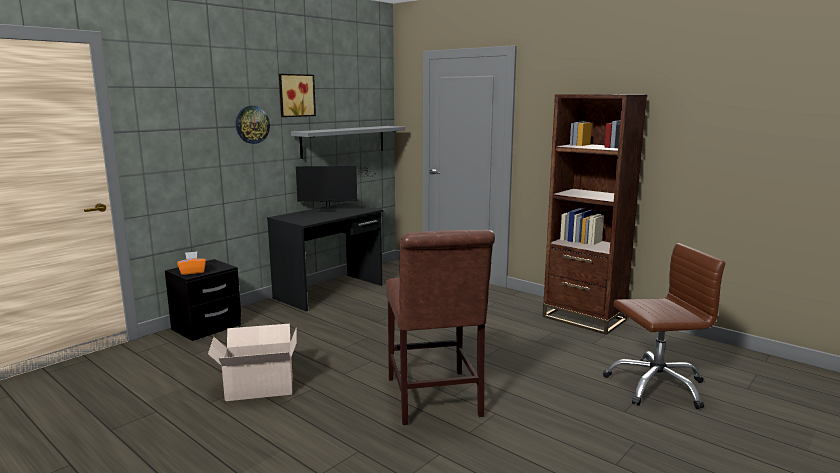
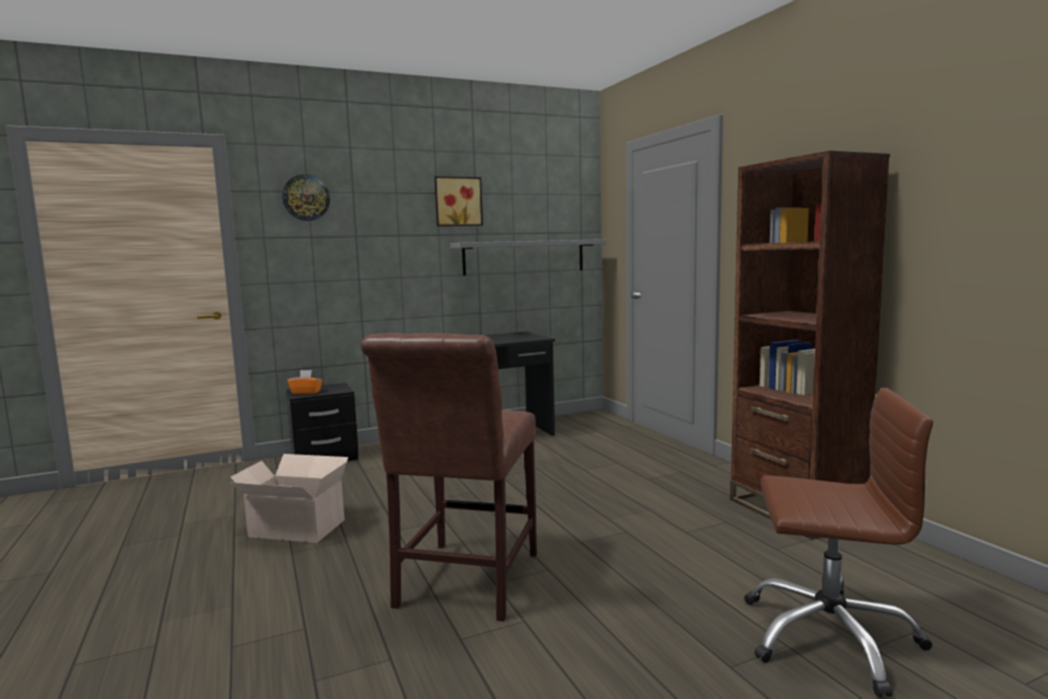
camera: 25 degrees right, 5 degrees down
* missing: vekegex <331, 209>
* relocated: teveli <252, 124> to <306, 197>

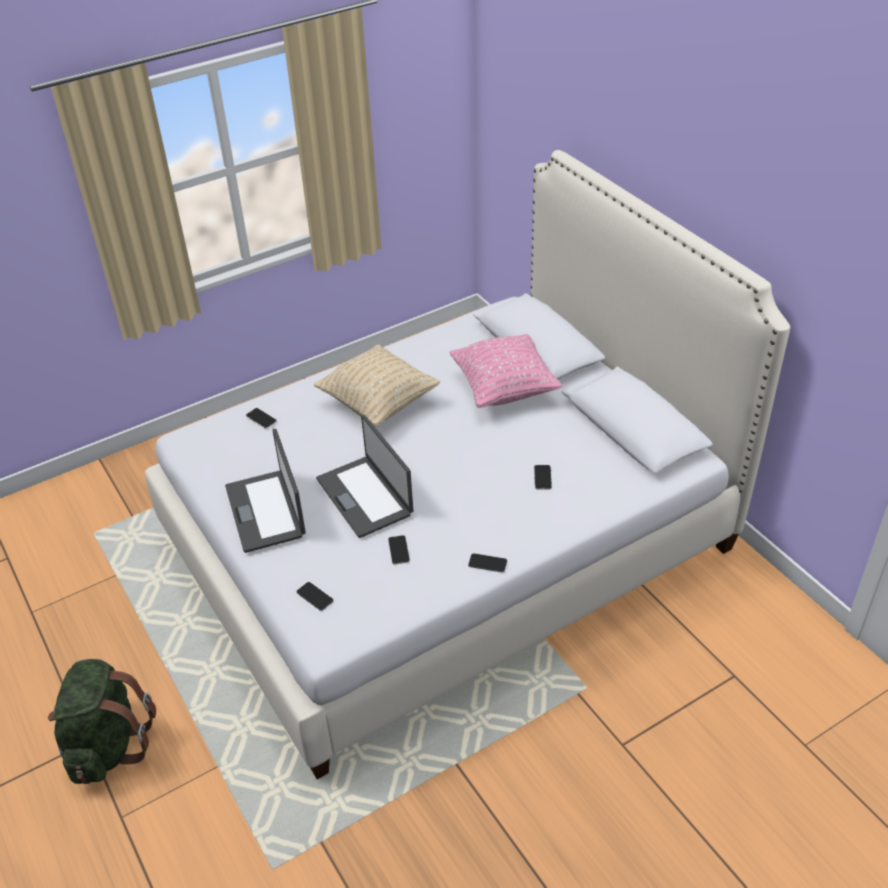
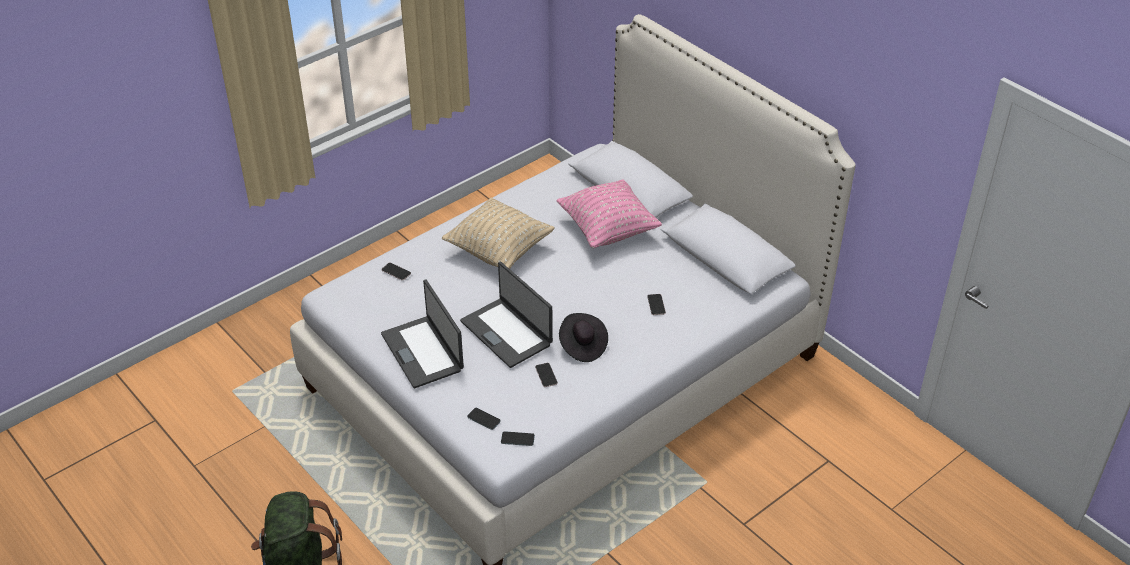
camera: 10 degrees left, 0 degrees up
* appeared: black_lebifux <582, 346>
* relocated: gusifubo <487, 563> to <517, 439>

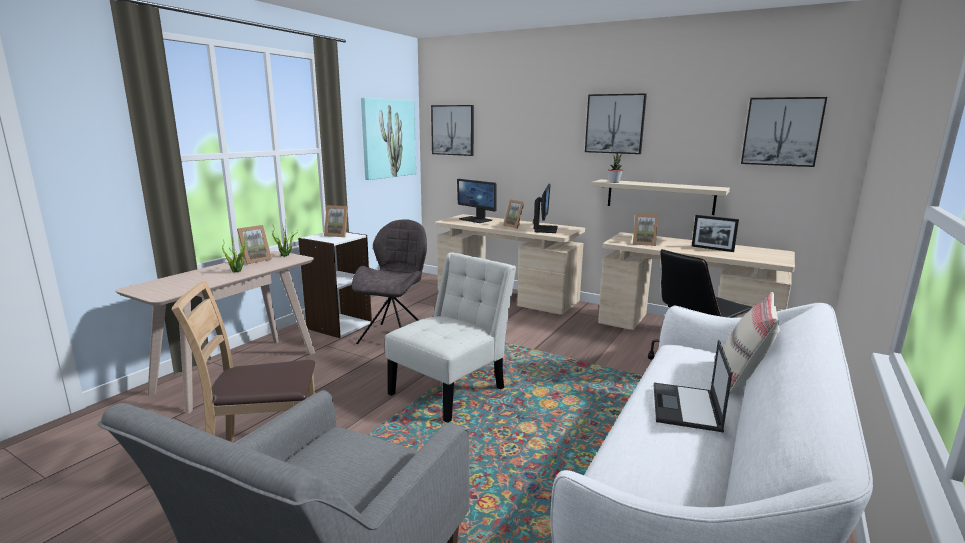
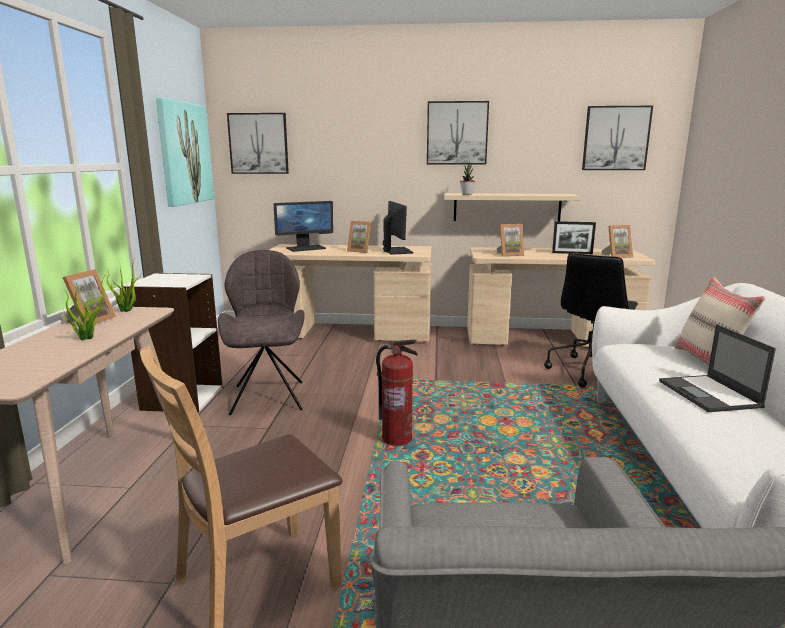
camera: 25 degrees left, 0 degrees up
* relocated: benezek <338, 235> to <616, 256>
* exchanged: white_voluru <451, 388> to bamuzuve <397, 439>
* spun: vekegex <476, 220> = <306, 248> 45 degrees counterclockwise

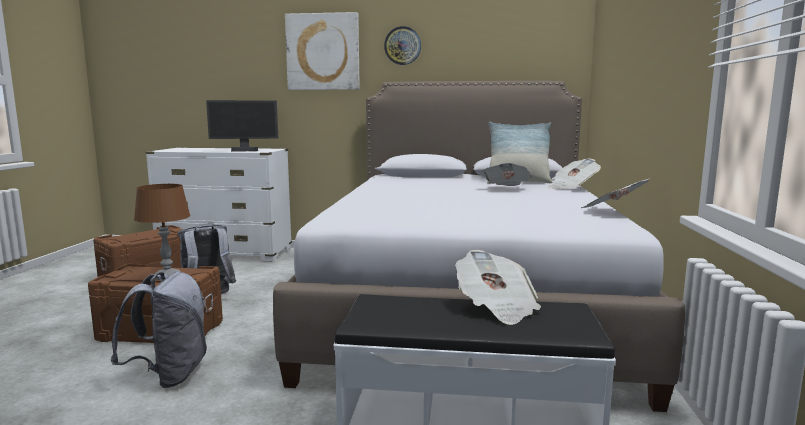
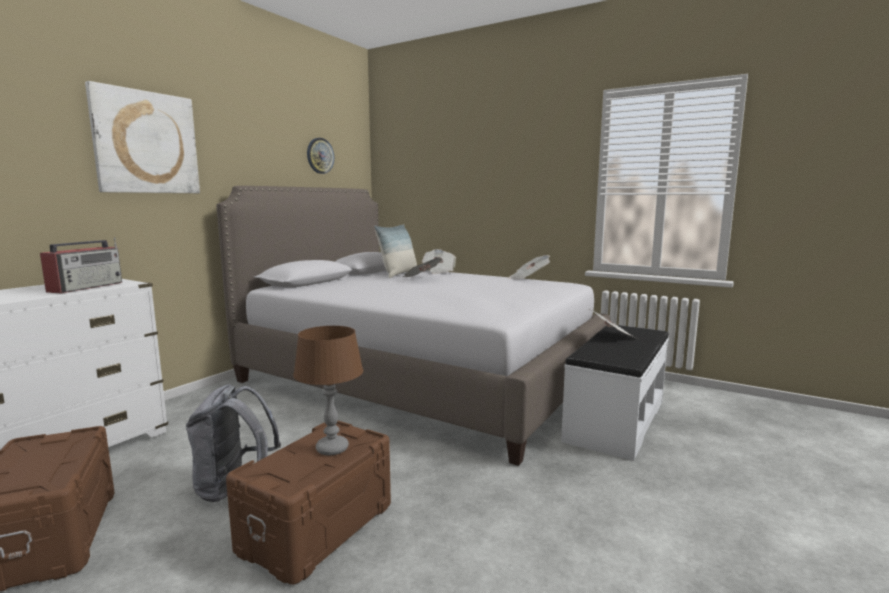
camera: 65 degrees left, 0 degrees up
* missing: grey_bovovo <170, 375>
* relocated: teveli <402, 45> to <320, 155>
* exchanged: vekegex <245, 151> to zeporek <87, 287>

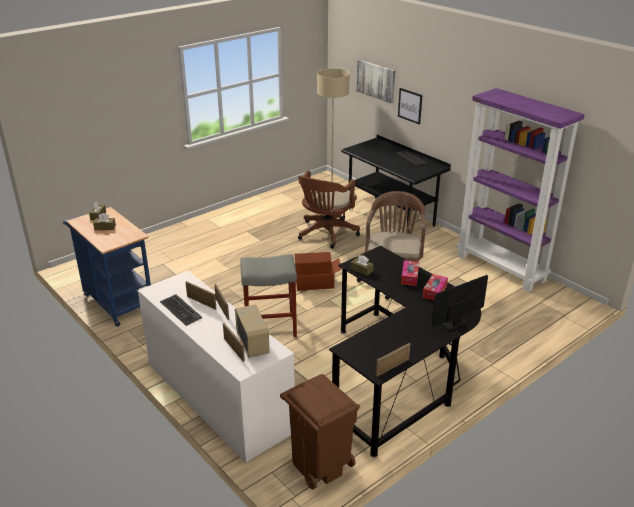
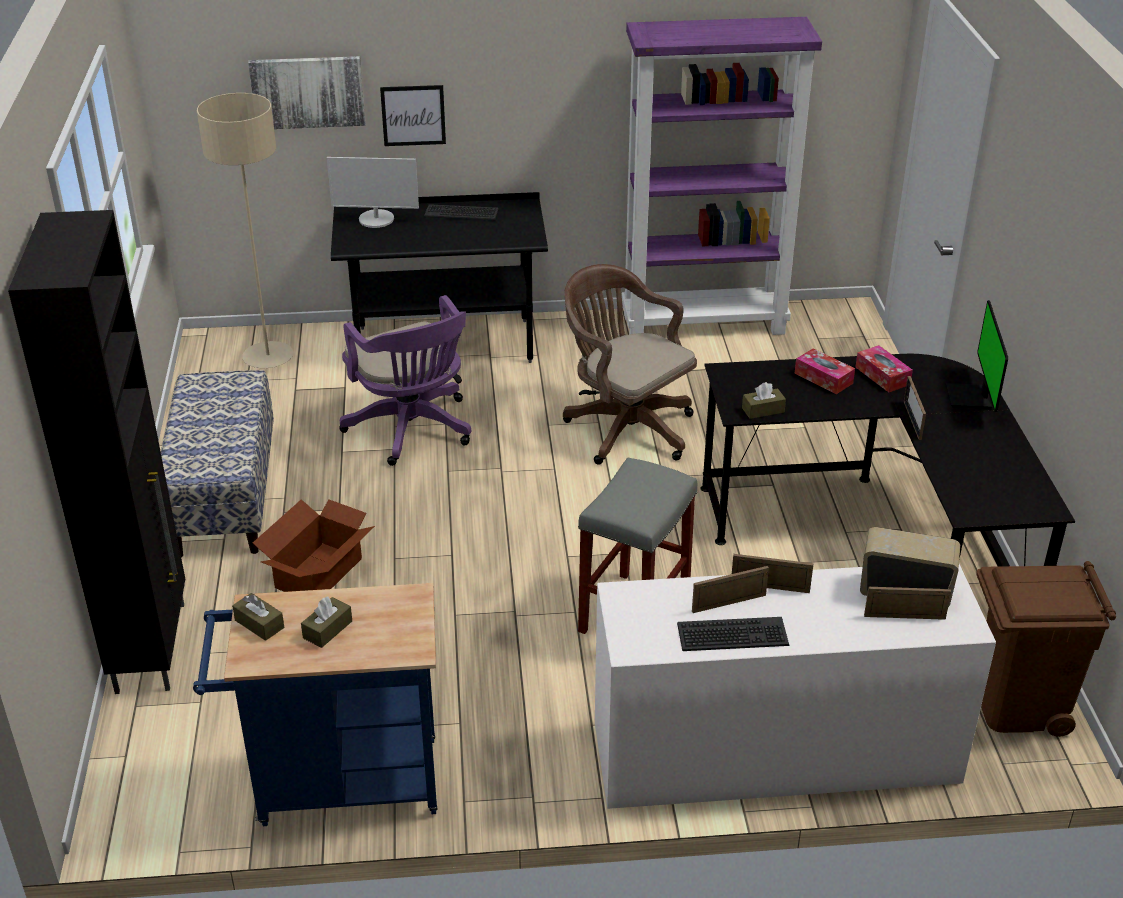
camera: 55 degrees left, 5 degrees up
* appeared: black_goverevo <152, 646>
* appeared: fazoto <224, 497>
* appeared: vekegex <376, 219>
* relocated: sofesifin <314, 283> to <317, 573>
* relocated: benezek <392, 367> to <912, 420>
* colour: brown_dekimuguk <326, 234> to purple_dekimuguk <412, 430>

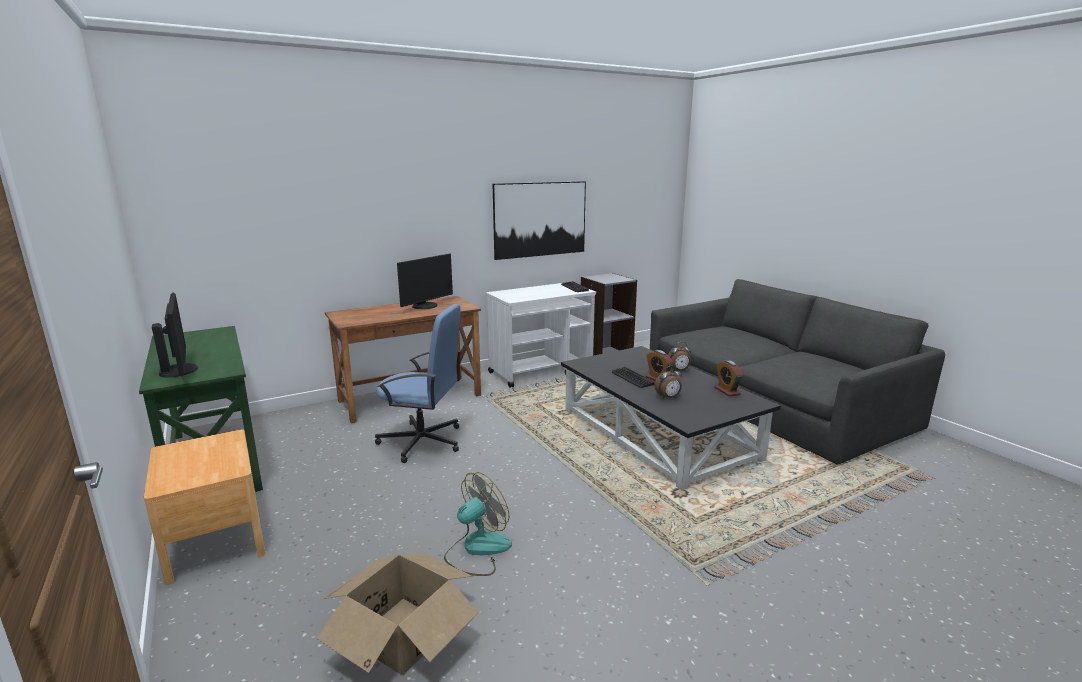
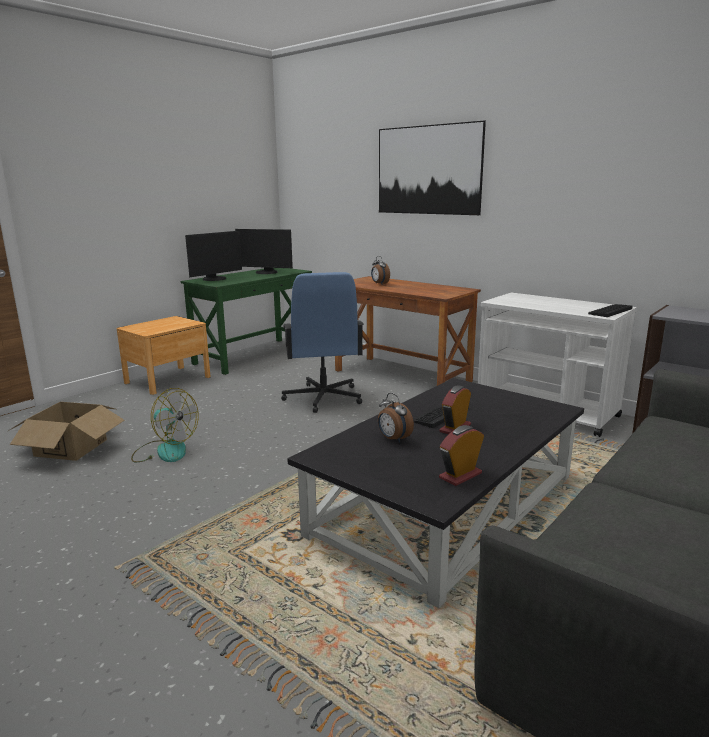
camera: 70 degrees right, 0 degrees up
* relocated: vekegex <426, 306> to <266, 272>
* relocated: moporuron <540, 219> to <428, 170>
* relocated: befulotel <678, 370> to <379, 284>

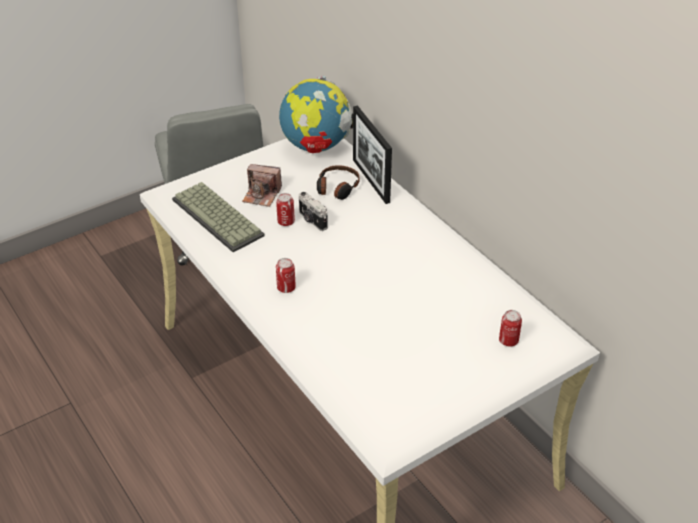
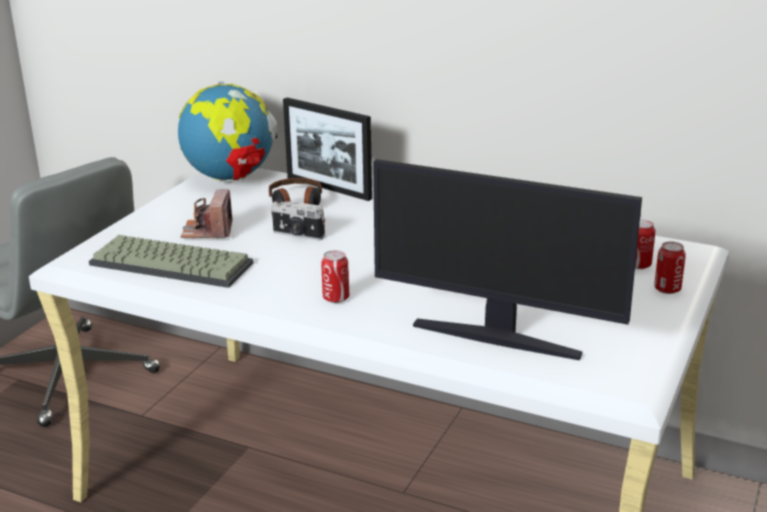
camera: 30 degrees left, 15 degrees down
* appeared: vekegex <497, 337>
* relocated: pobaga <286, 222> to <667, 289>
* spun: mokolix <262, 195> = <208, 231> 105 degrees clockwise

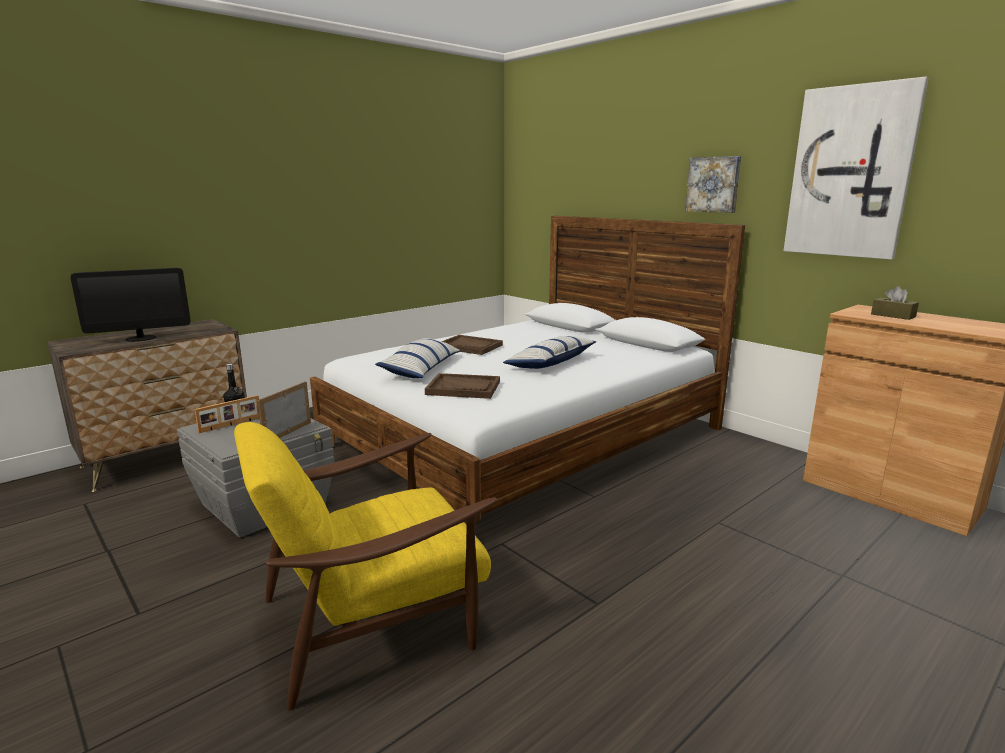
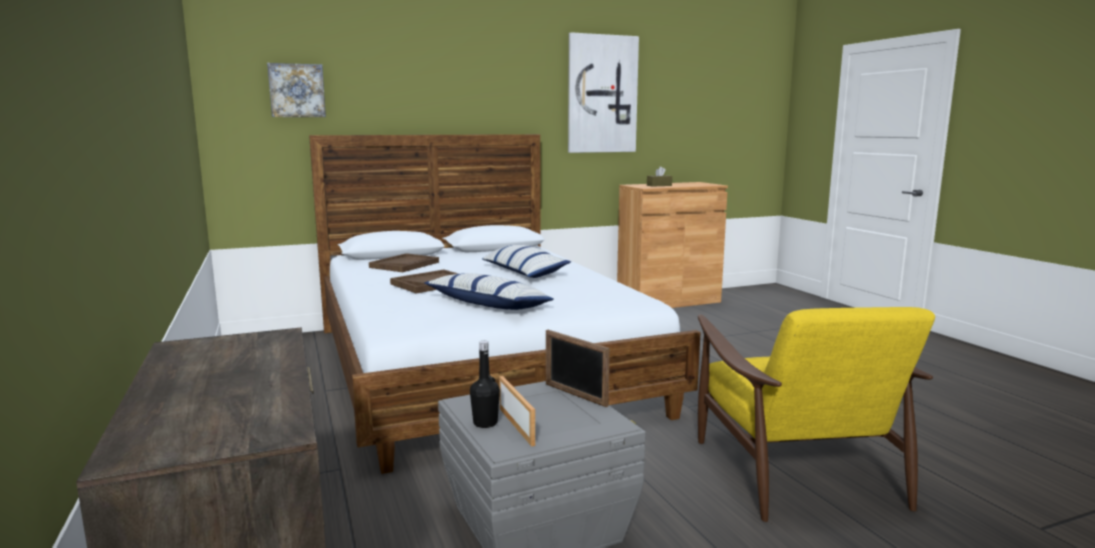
camera: 70 degrees left, 5 degrees down
* missing: vekegex <140, 338>
* relocated: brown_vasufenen <463, 388> to <404, 265>
* relocated: moporuron <713, 184> to <297, 90>

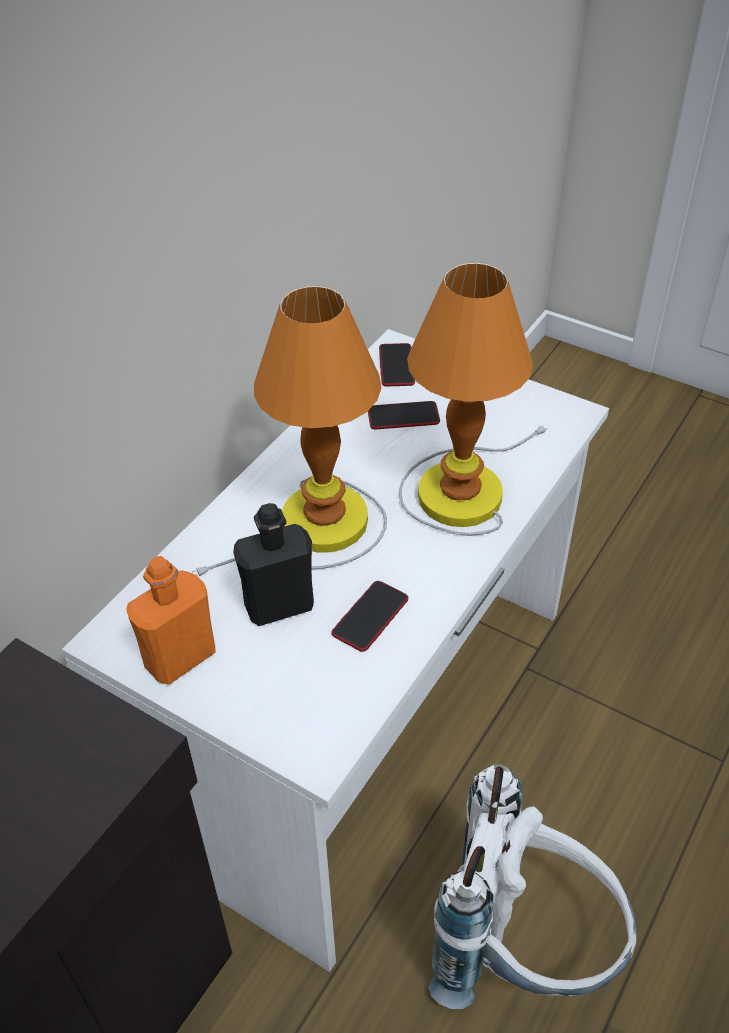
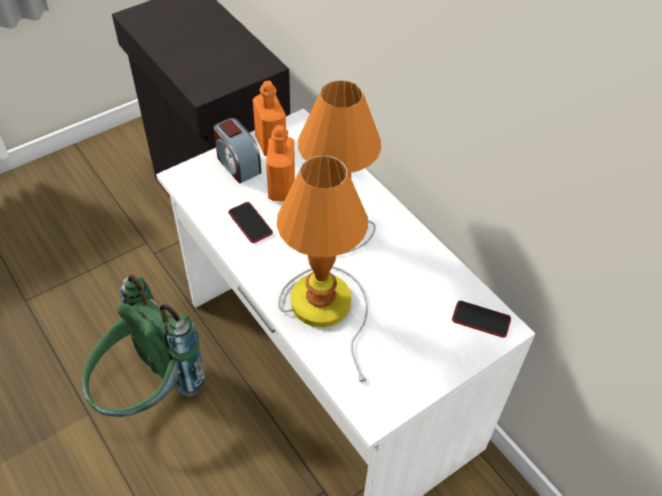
camera: 110 degrees right, 5 degrees up
* missing: gusifubo <403, 416>
* appeared: befulotel <237, 164>
* colour: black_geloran <279, 606> to orange_geloran <281, 189>
* colour: white_bovovo <523, 948> to green_bovovo <148, 393>

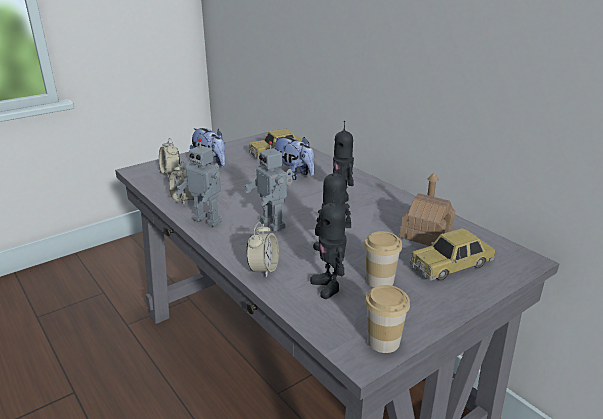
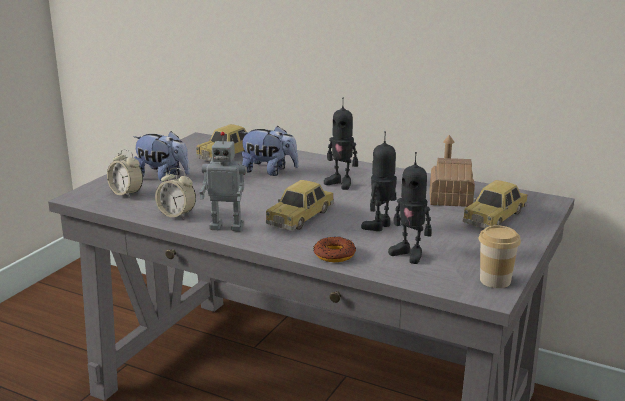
camera: 25 degrees left, 5 degrees down
* missing: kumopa <380, 280>
* exchanged: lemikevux <274, 223> to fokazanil <300, 217>
* exchanged: befulotel <263, 269> to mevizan <334, 254>

